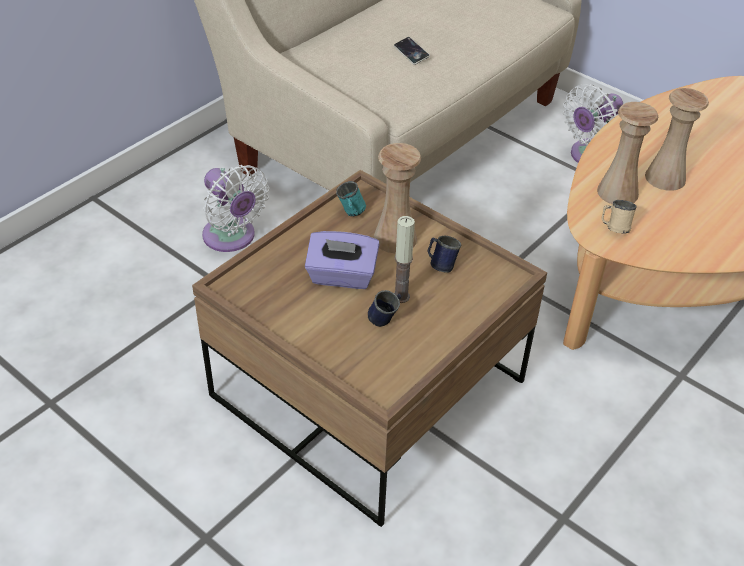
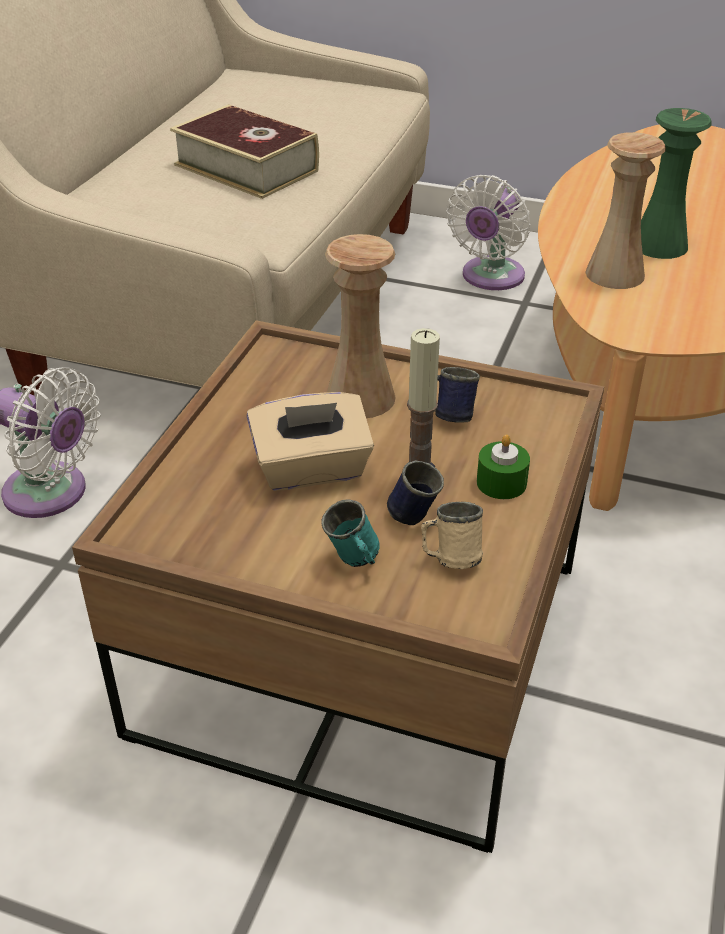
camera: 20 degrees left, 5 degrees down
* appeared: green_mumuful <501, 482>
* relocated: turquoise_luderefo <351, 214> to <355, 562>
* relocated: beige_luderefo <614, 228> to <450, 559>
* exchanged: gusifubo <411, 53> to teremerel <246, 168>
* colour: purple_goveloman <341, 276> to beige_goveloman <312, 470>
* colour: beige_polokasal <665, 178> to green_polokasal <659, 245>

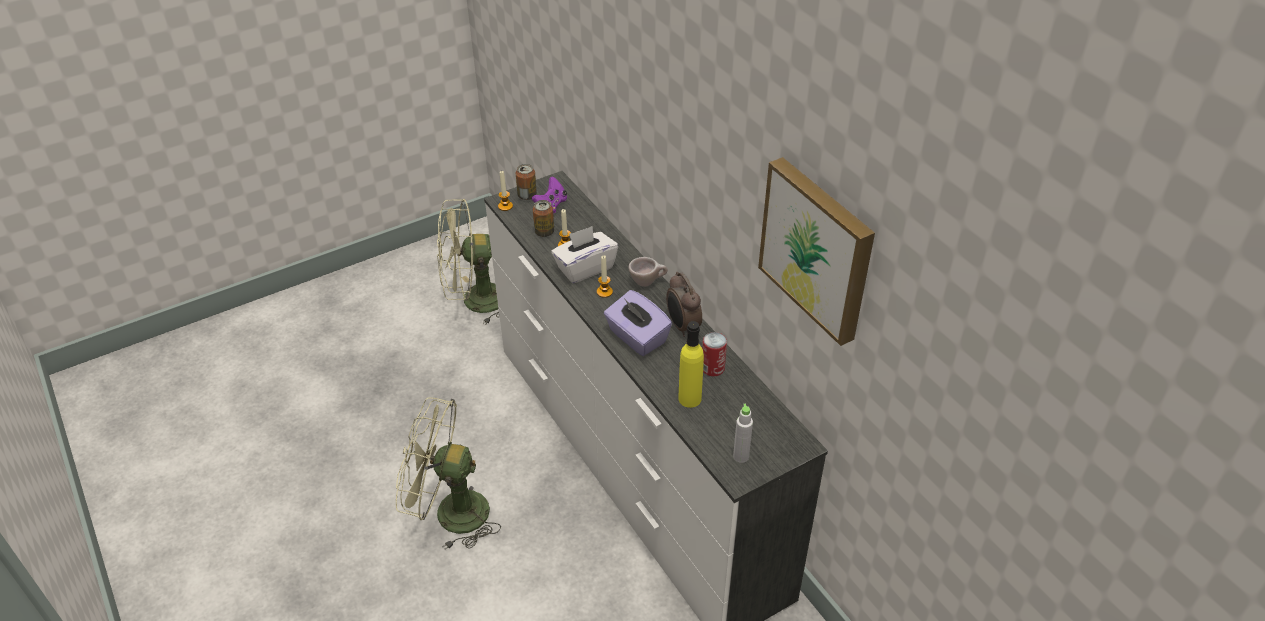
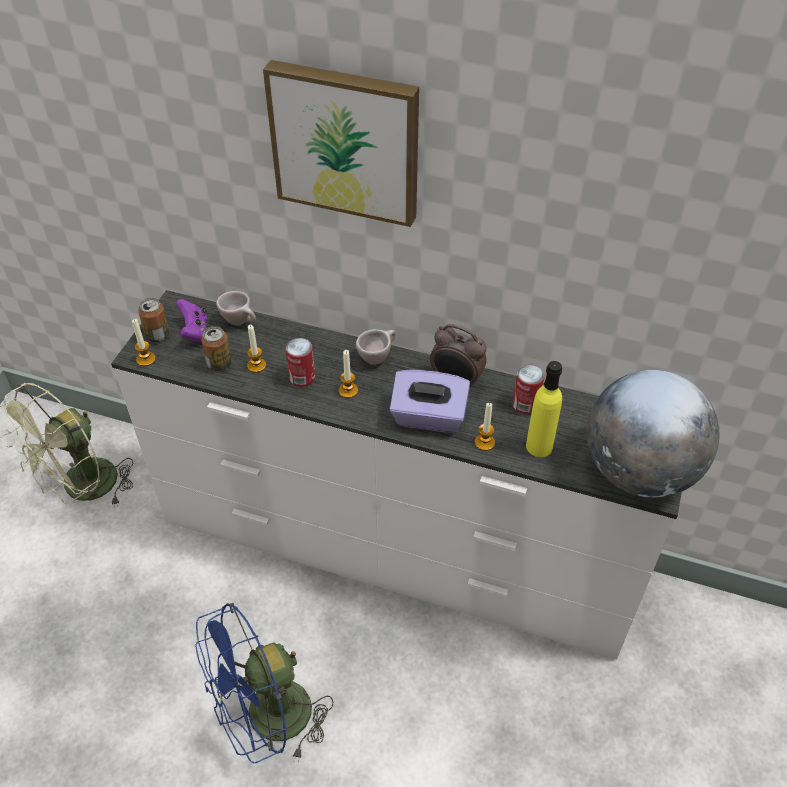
camera: 40 degrees left, 5 degrees up
* appeared: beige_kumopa <241, 322>
* appeared: mumuful <484, 442>
* relocated: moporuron <818, 248> to <346, 141>
* exchanged: white_goveloman <585, 268> to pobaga <302, 377>
* exchanged: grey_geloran <741, 456> to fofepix <639, 471>
* colour: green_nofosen <450, 513> to blue_nofosen <267, 721>

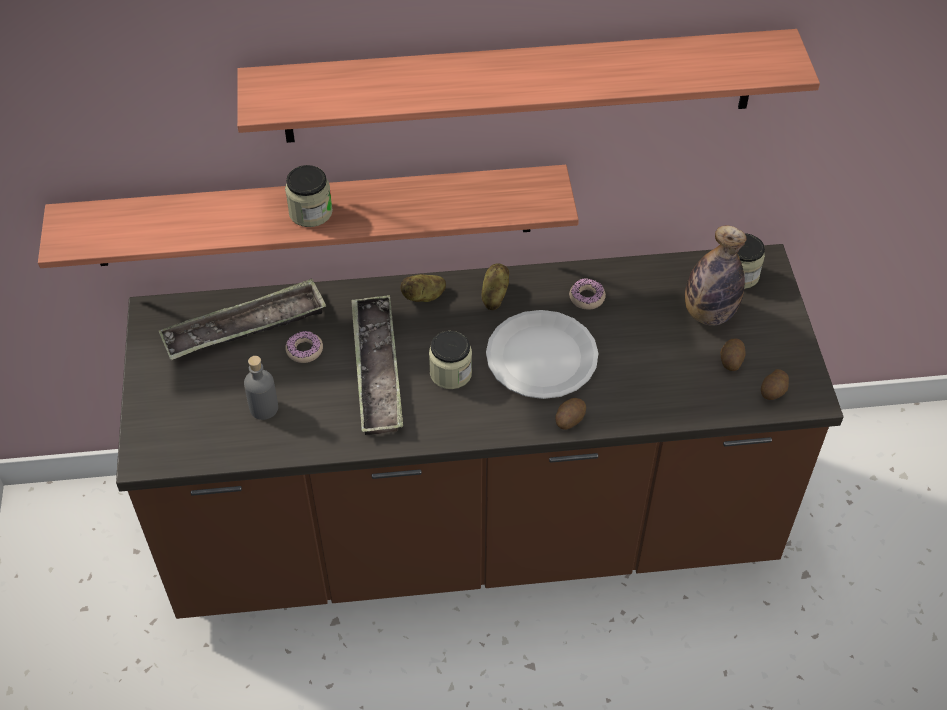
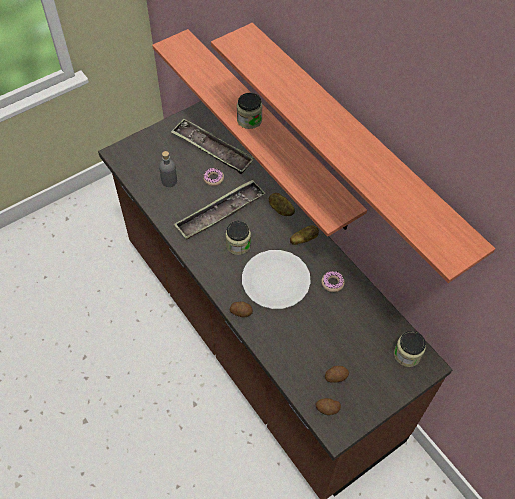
camera: 60 degrees right, 5 degrees up
* missing: geloran <708, 314>

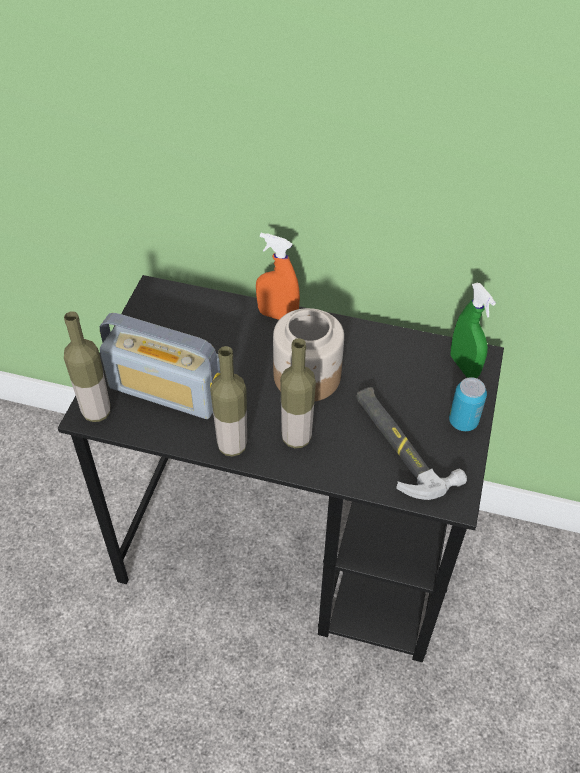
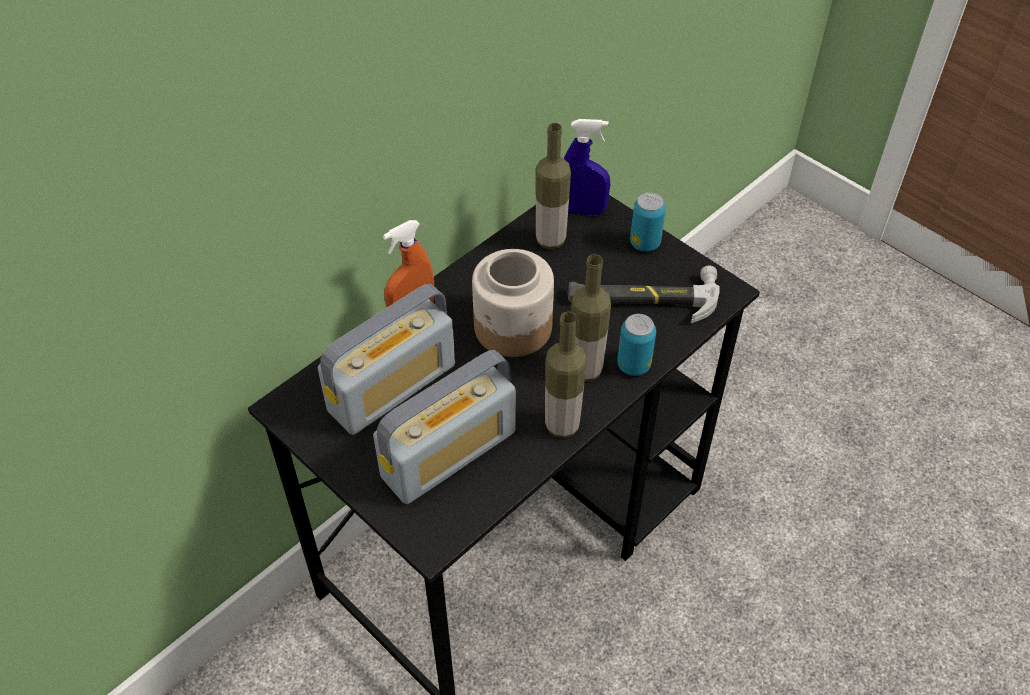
camera: 60 degrees left, 0 degrees up
* appeared: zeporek <392, 388>
* appeared: pobaga <633, 365>
* relocated: geloran <96, 412> to <550, 240>
* colour: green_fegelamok <464, 366> to blue_fegelamok <582, 211>

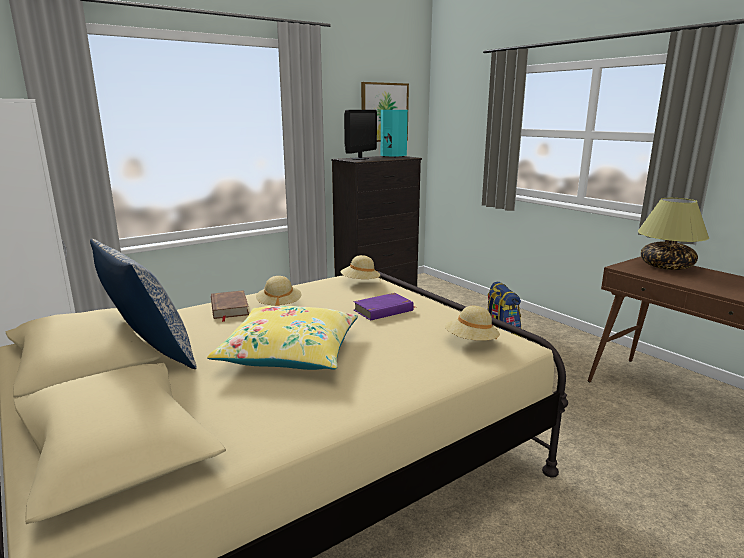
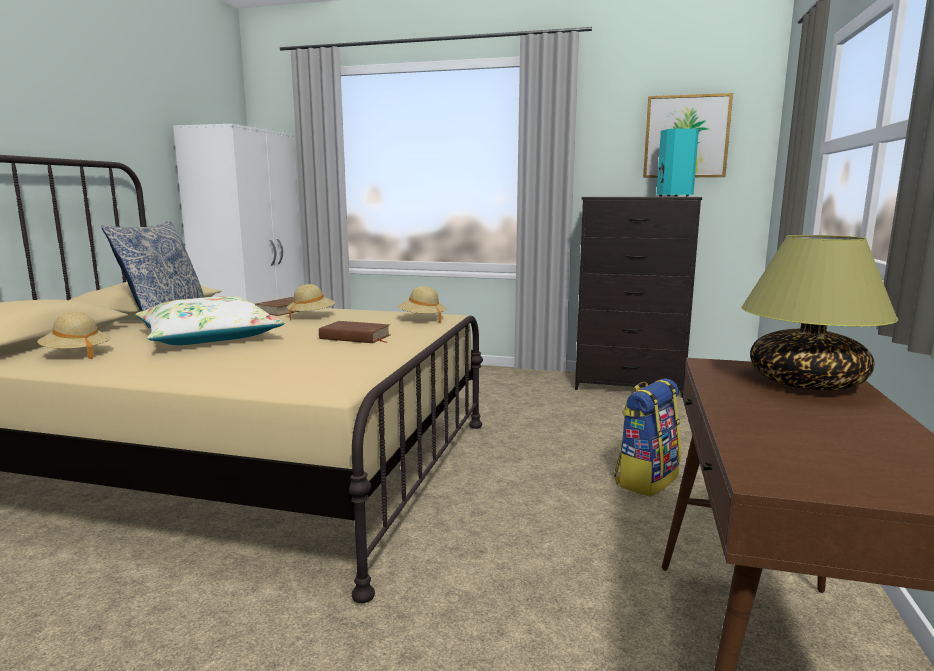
camera: 50 degrees right, 5 degrees down
* missing: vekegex <360, 158>
* relocated: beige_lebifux <471, 342> to <76, 354>
* colour: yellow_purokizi <290, 352> to white_purokizi <209, 337>
* colour: purple_teremerel <383, 310> to brown_teremerel <355, 337>

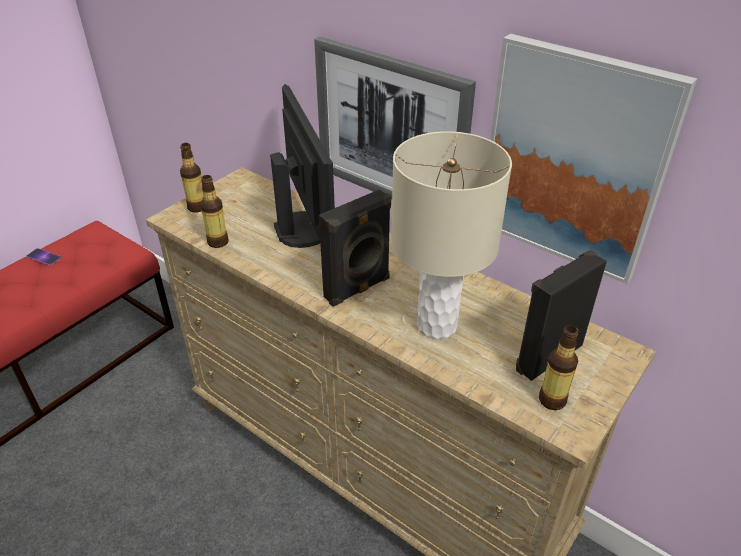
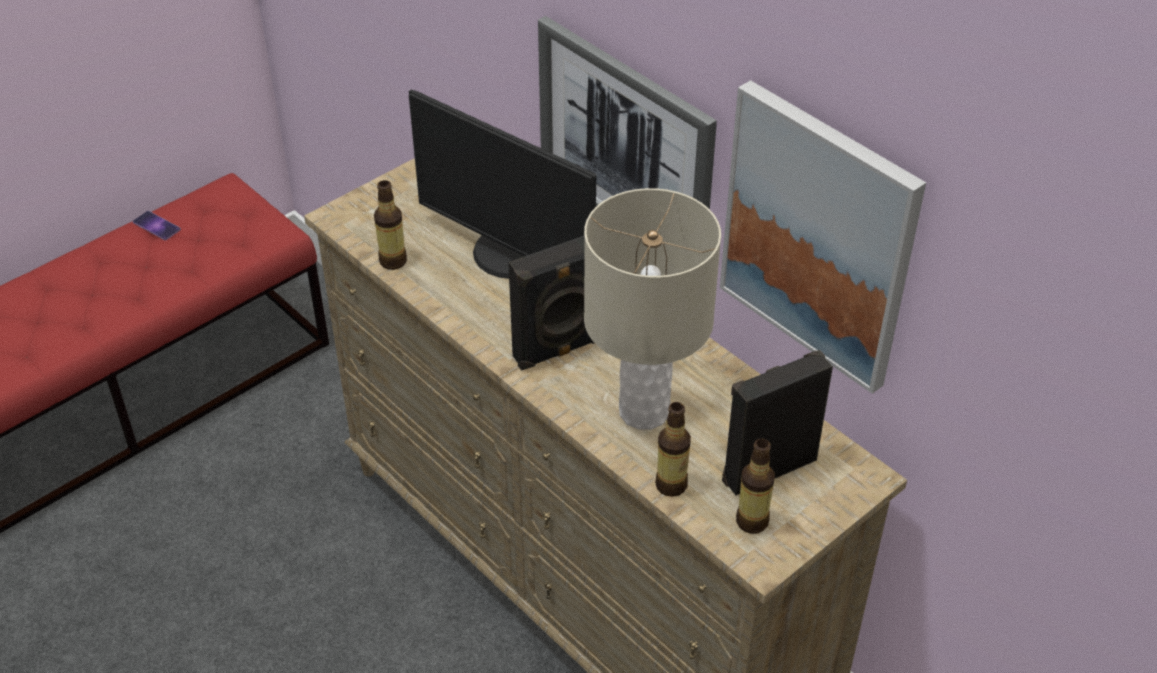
camera: 10 degrees right, 5 degrees up
* relocated: geloran <197, 207> to <671, 485>
* spun: vekegex <305, 229> = <510, 255> 135 degrees clockwise

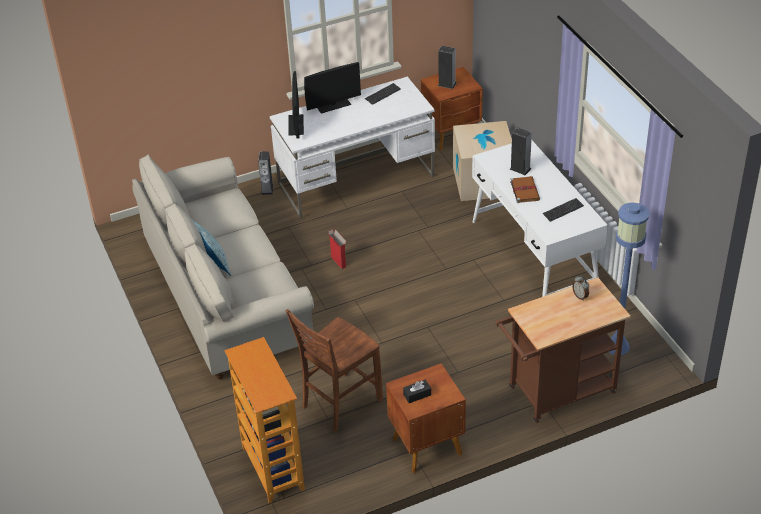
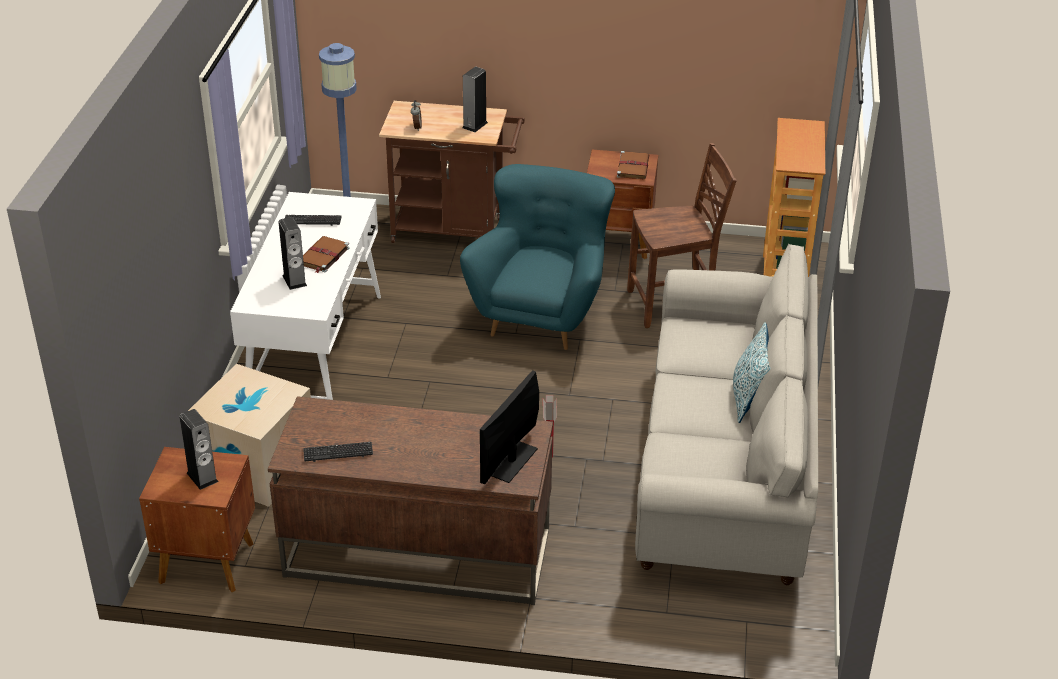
camera: 150 degrees left, 5 degrees down
* missing: vekegex <333, 105>
* appeared: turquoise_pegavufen <542, 314>
* relocated: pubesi <267, 189> to <474, 125>
* exchanged: black_goveloman <417, 395> to brown_teremerel <633, 167>
* colour: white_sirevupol <356, 180> to brown_sirevupol <416, 553>

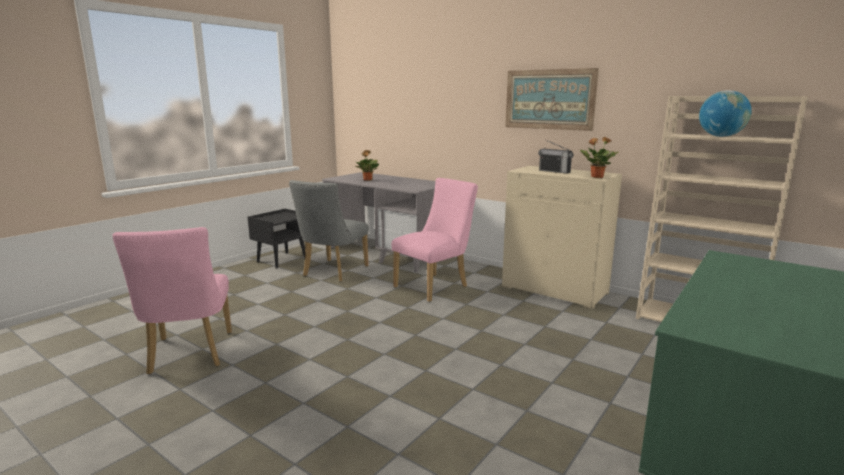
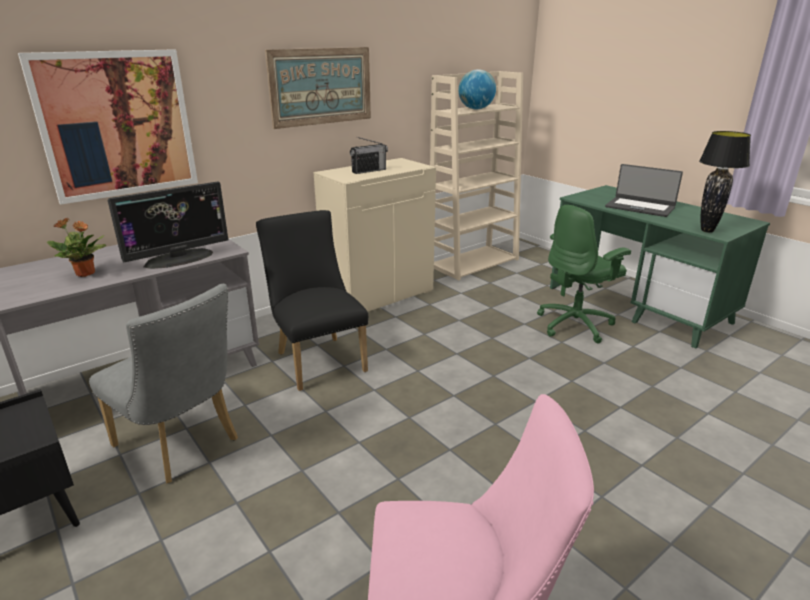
camera: 75 degrees left, 10 degrees up
* missing: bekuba <596, 177>
* appeared: moporuron <117, 125>
* appeared: vekegex <179, 259>
* appeared: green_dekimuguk <576, 324>
* appeared: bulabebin <640, 207>
* appeared: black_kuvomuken <707, 231>
* colour: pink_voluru <435, 286> to black_voluru <318, 359>

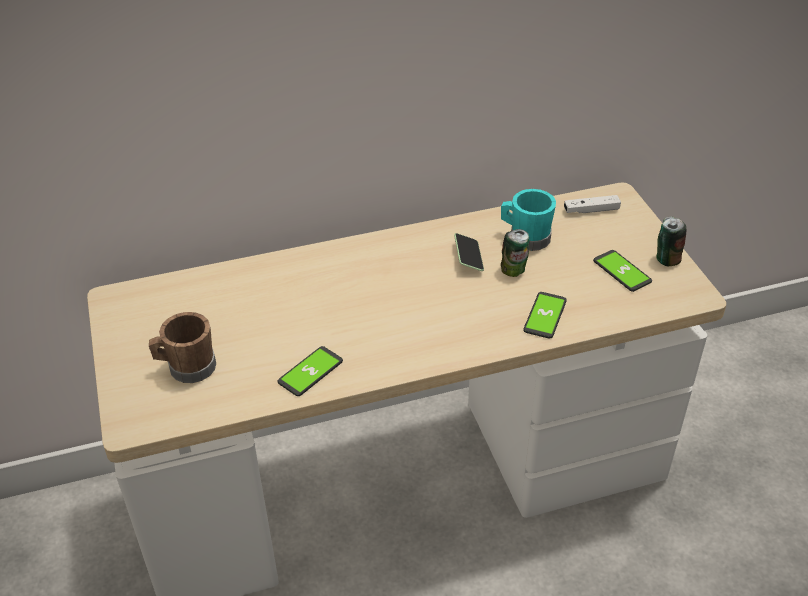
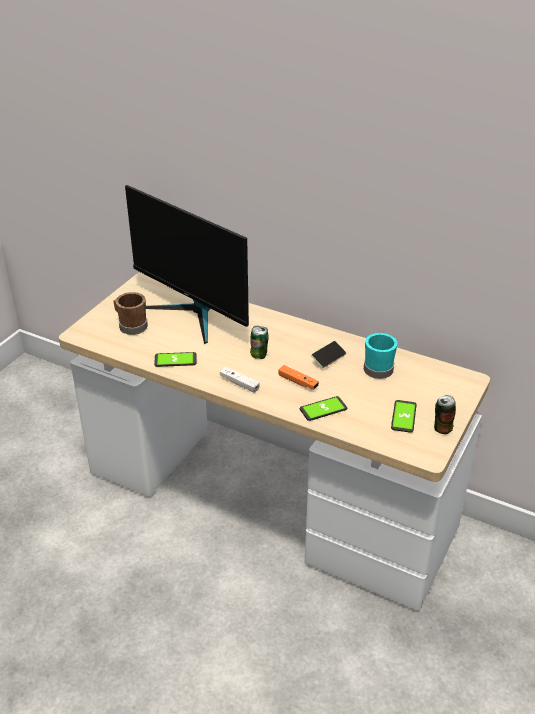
camera: 45 degrees right, 5 degrees down
* appeared: vekegex <193, 313>
* appeared: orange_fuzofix <298, 382>
* relocated: pobaga <514, 271> to <259, 355>
* relocated: white_fuzofix <591, 210> to <239, 383>

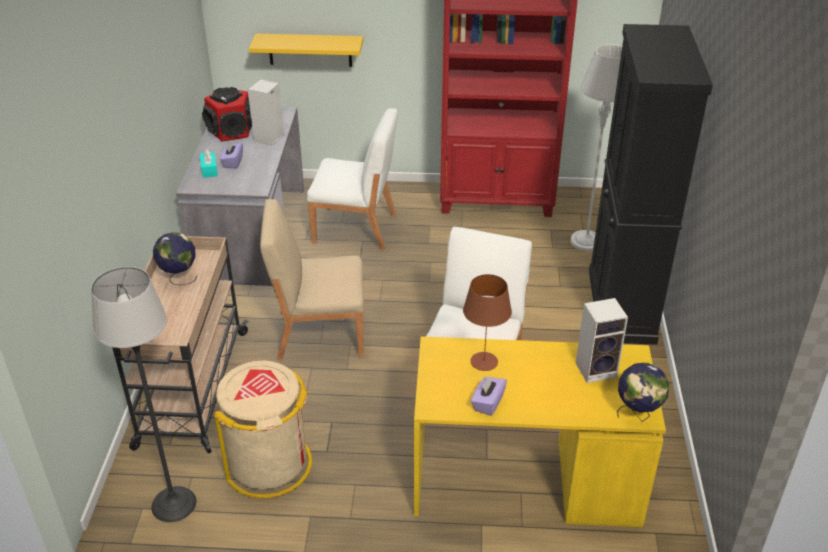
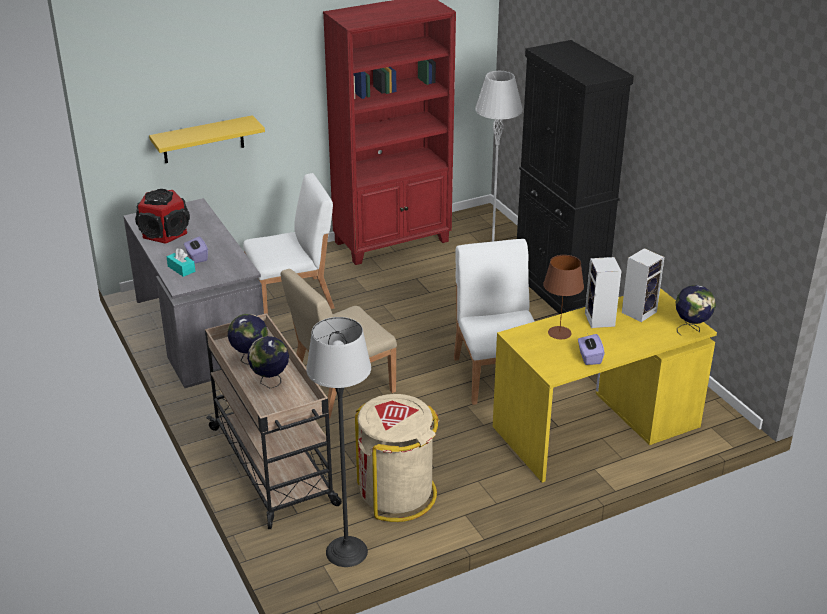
camera: 30 degrees left, 5 degrees down
* appeared: fofepix <270, 382>
* relocated: pubesi <269, 138> to <600, 320>

